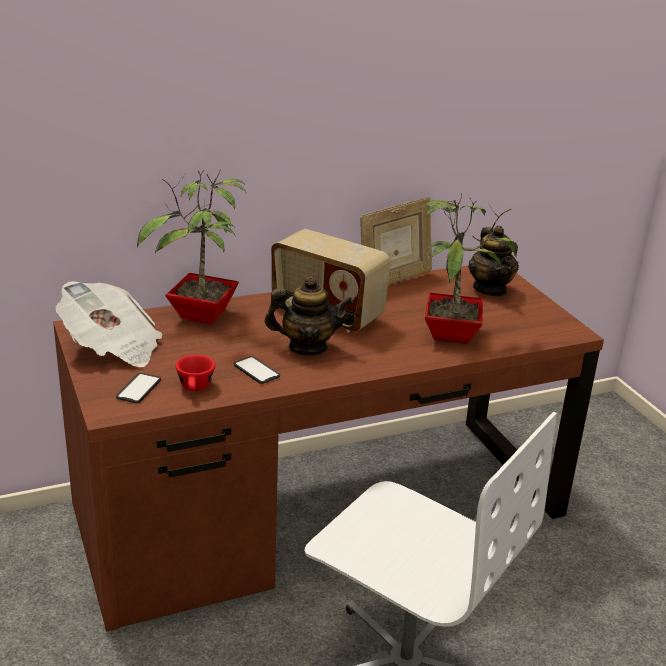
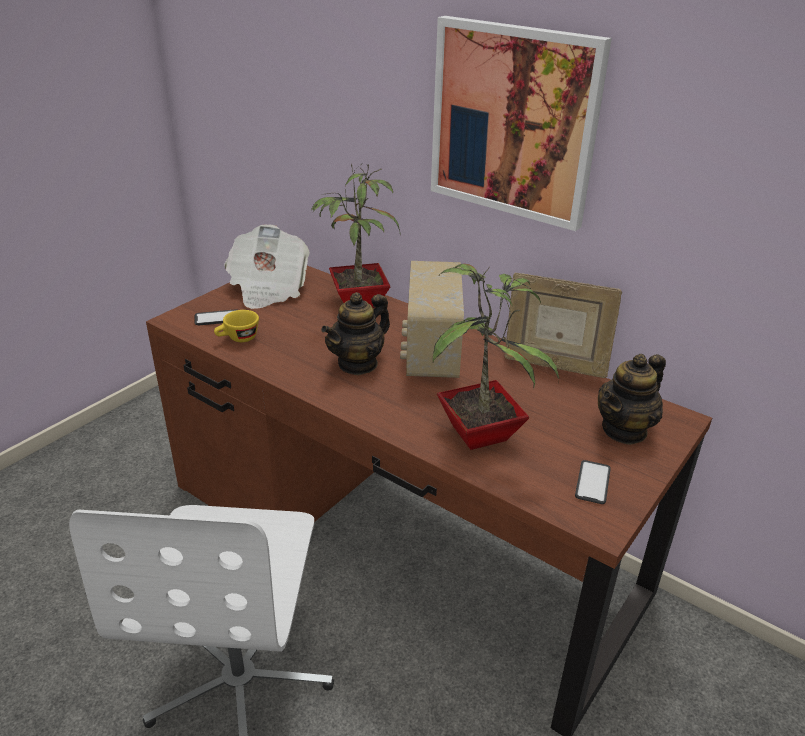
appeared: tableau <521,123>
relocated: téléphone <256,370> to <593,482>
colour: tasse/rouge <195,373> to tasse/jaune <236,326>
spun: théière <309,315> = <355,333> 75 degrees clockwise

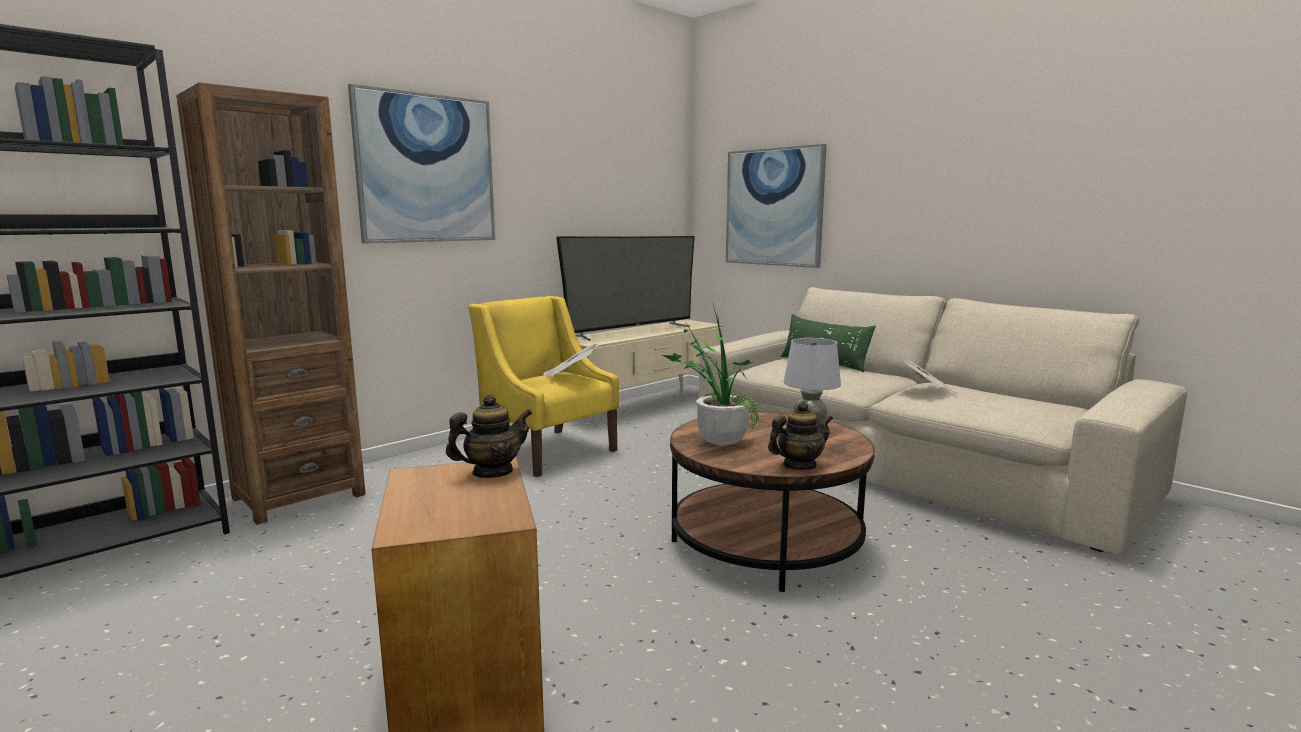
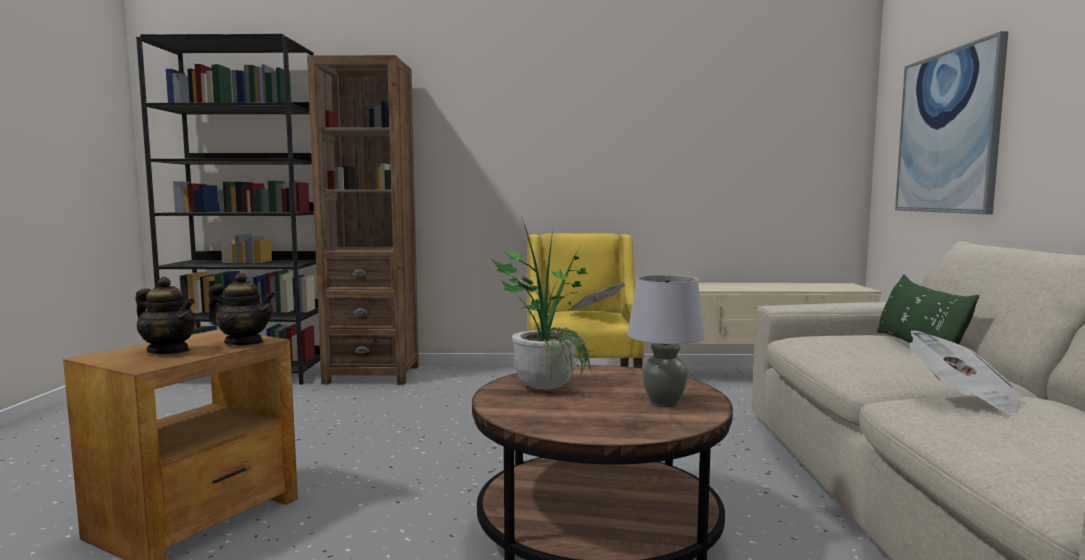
missing: tableau <421,164>; téléviseur <625,288>
relocated: théière <800,435> to <165,315>

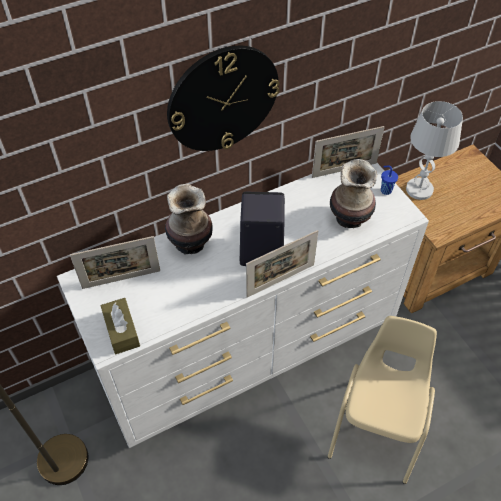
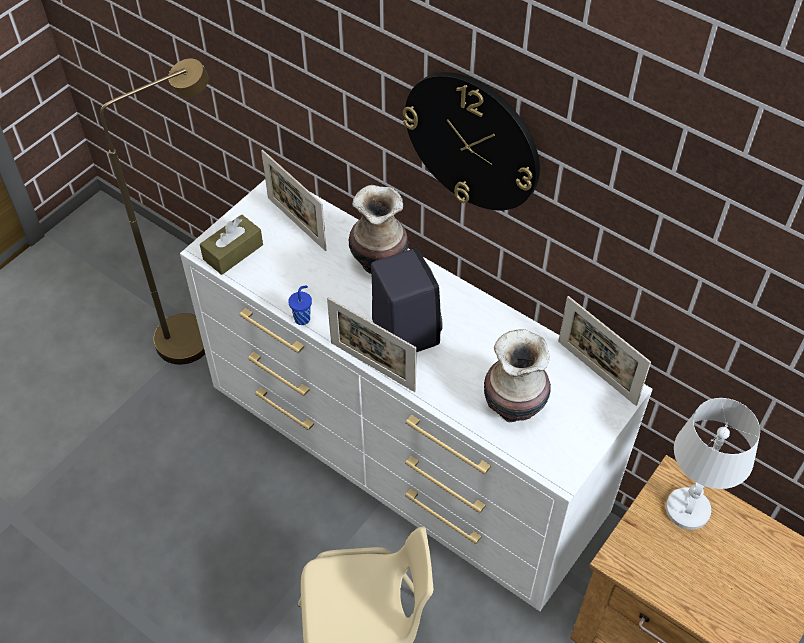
relocated: tasse/bleu <389,180> to <300,305>

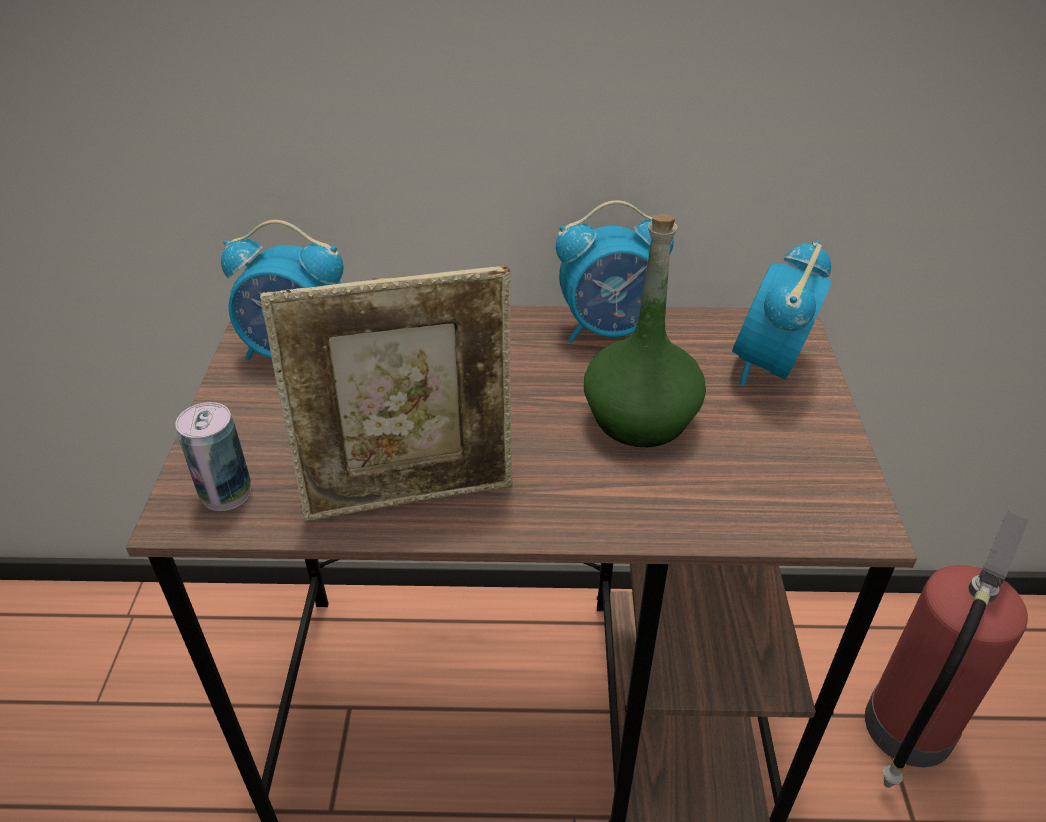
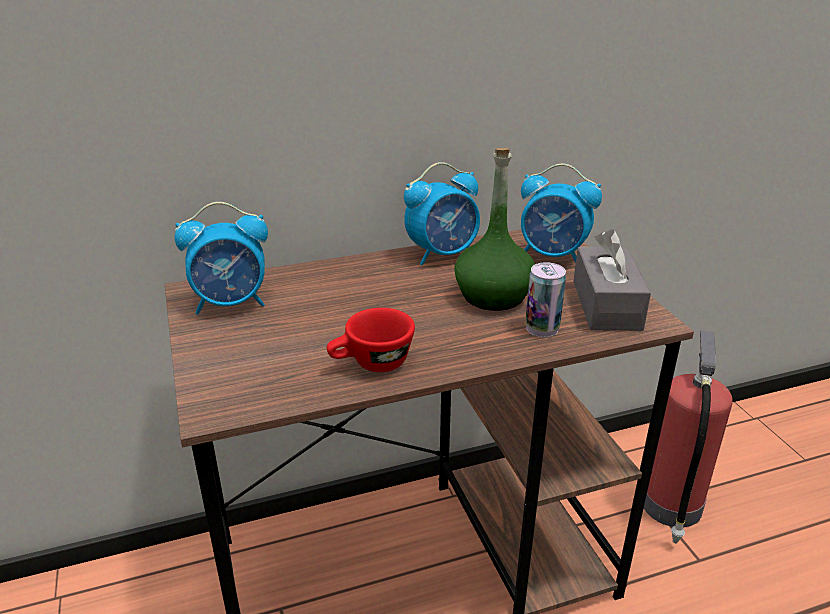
appeared: boîte à mouchoirs/gris <612,280>
relocated: boîte métallique <213,456> to <545,299>
exchanged: cadre photo <386,393> to tasse/rouge <371,340>
spun: réveil <781,313> = <561,213> 75 degrees counterclockwise

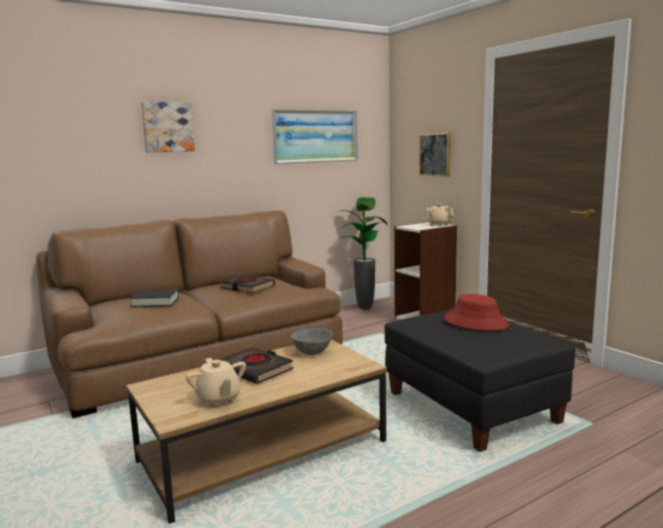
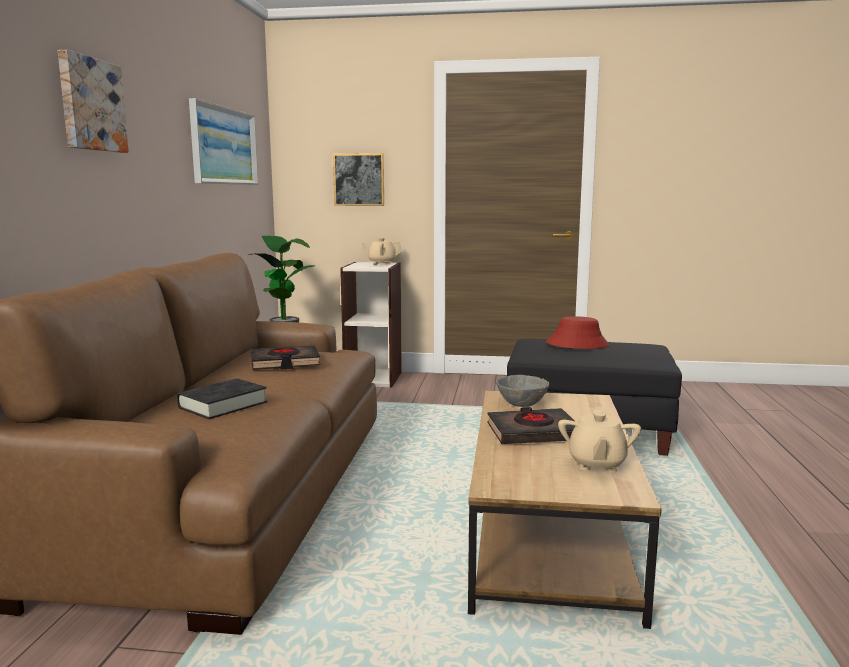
spun: théière/beige <216,383> = <599,441> 90 degrees clockwise

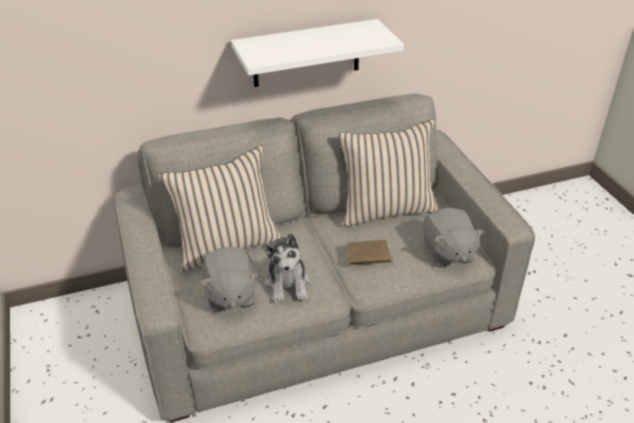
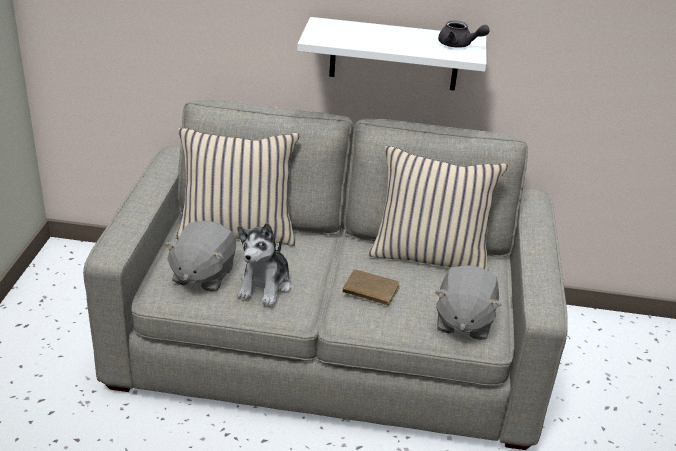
appeared: théière/gris <464,34>

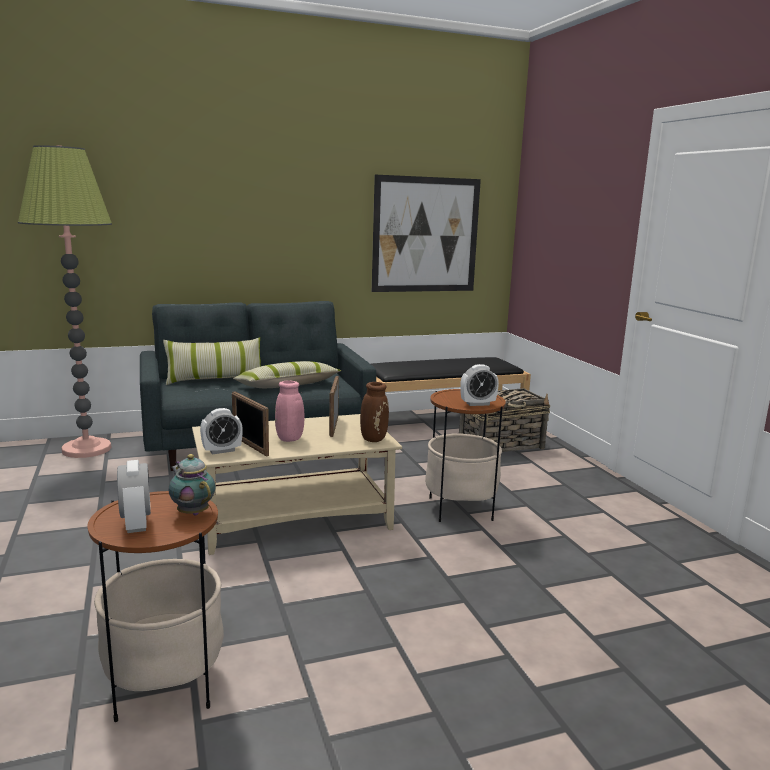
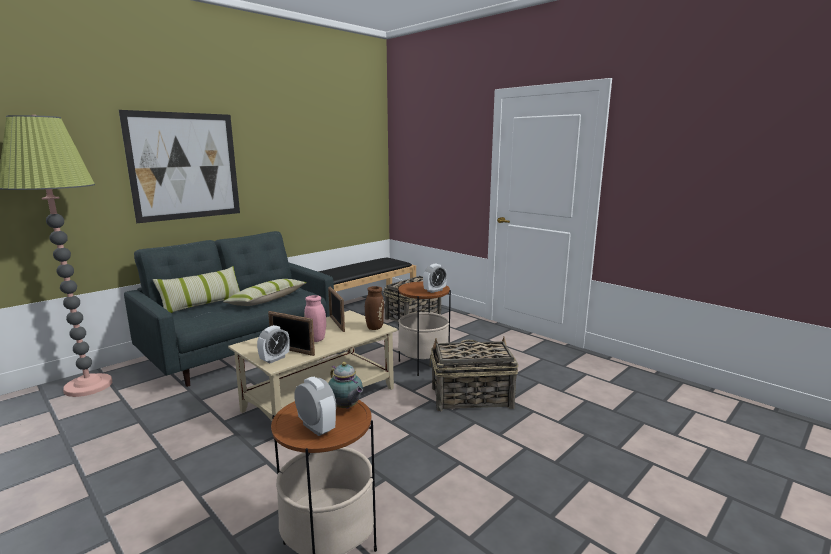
appeared: panier <474,374>
relocated: tableau <426,233> to <179,166>
spun: théière <192,484> = <345,385> 150 degrees counterclockwise

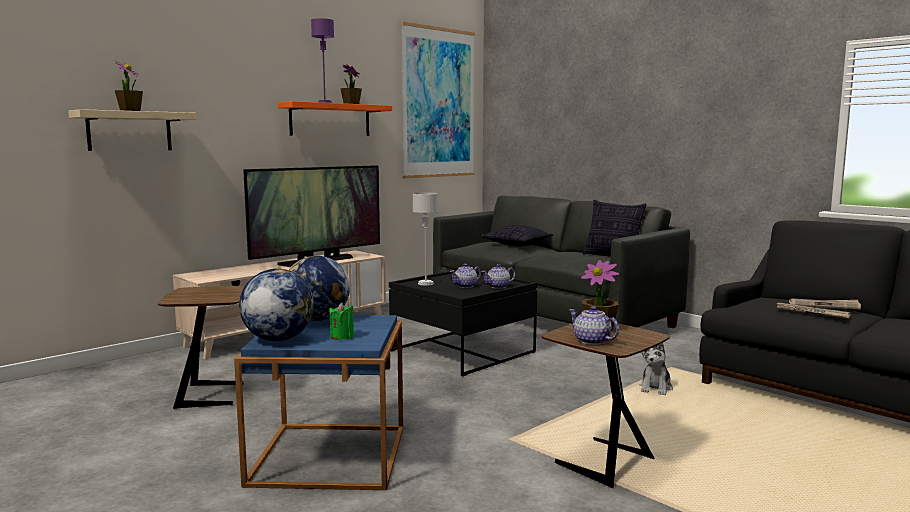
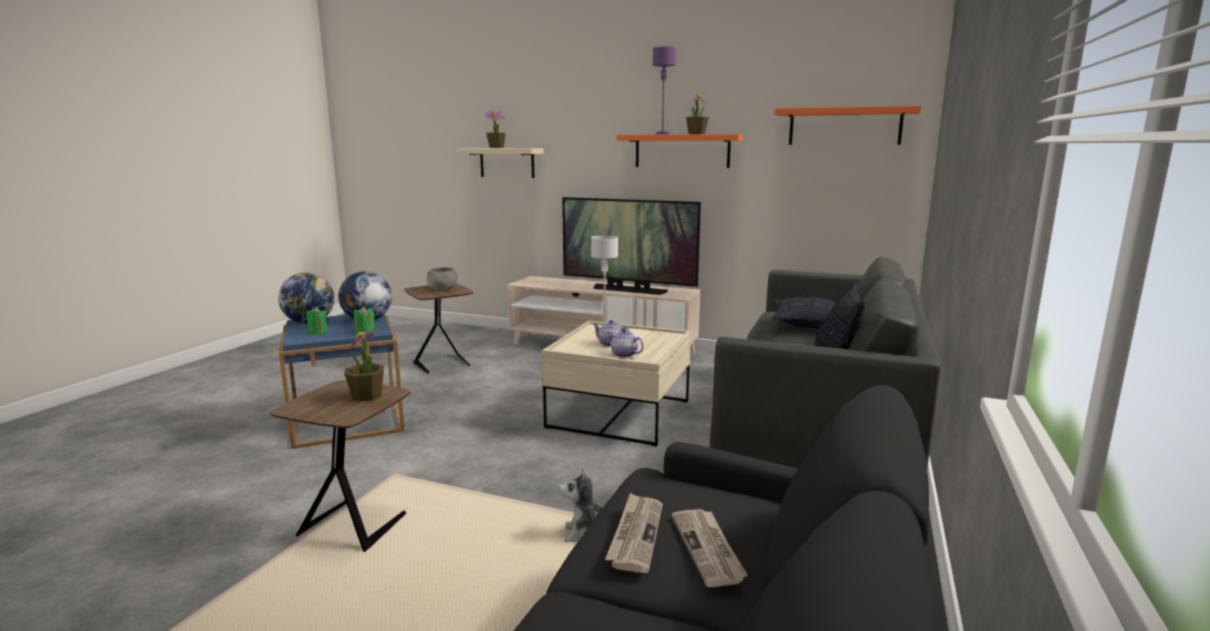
missing: théière <594,325>
appeared: bougie/vert <364,320>; bol/gris <442,279>
exchanged: tableau <438,100> to étagère/orange <848,125>
colour: table basse/noir <463,323> to table basse/beige <616,384>

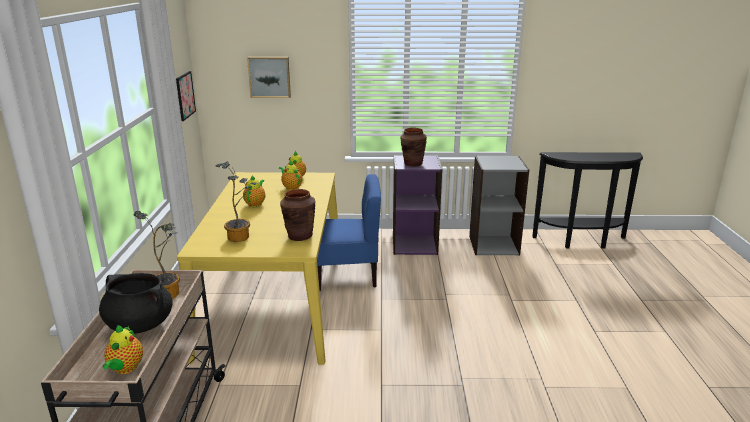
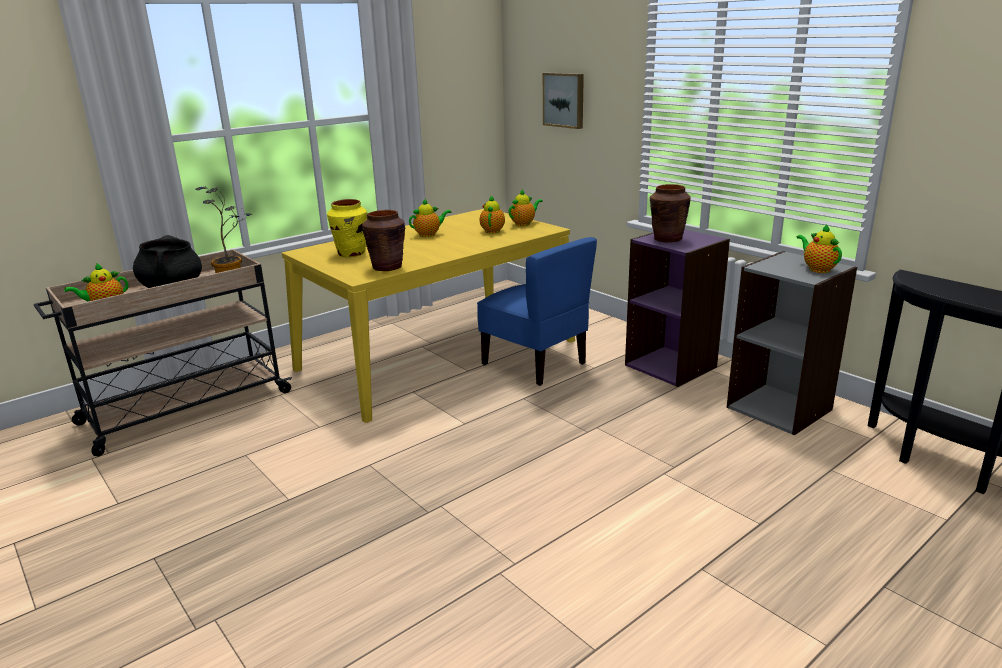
missing: tableau <186,96>
appeared: théière <819,248>
exchanged: plante en pot <238,201> to vase/jaune <347,228>

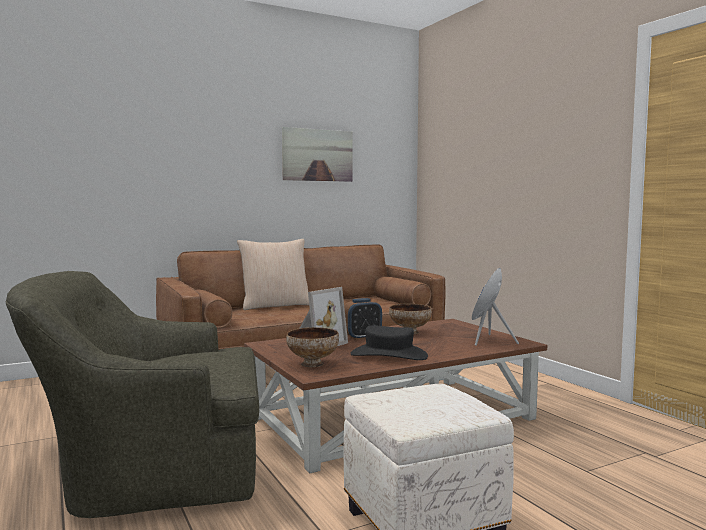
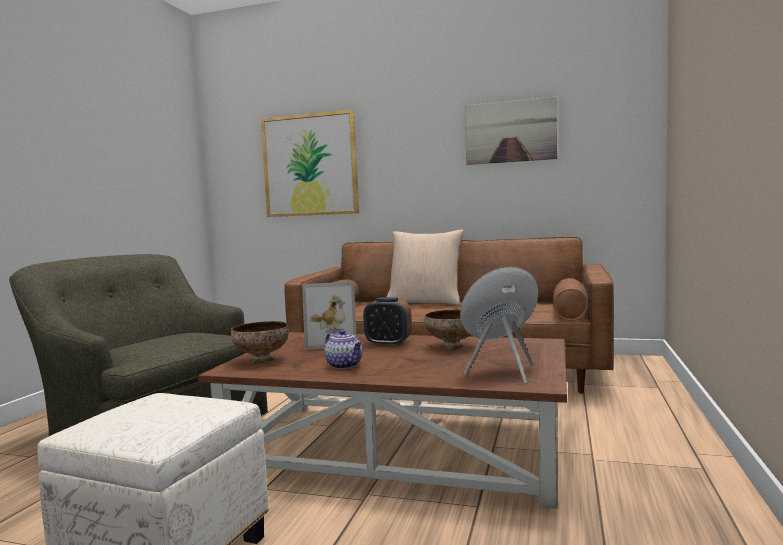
appeared: tableau <310,163>
exchanged: chapeau/noir <389,342> to théière <343,349>

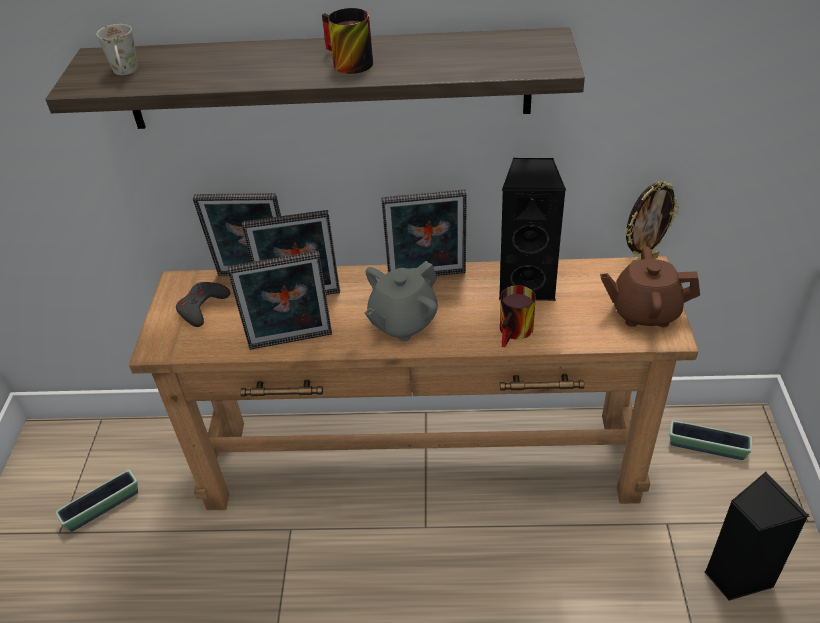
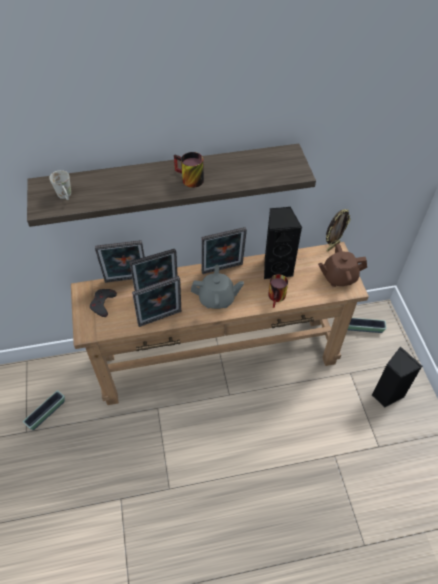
spun: théière/gris <401,301> = <217,287> 120 degrees counterclockwise

